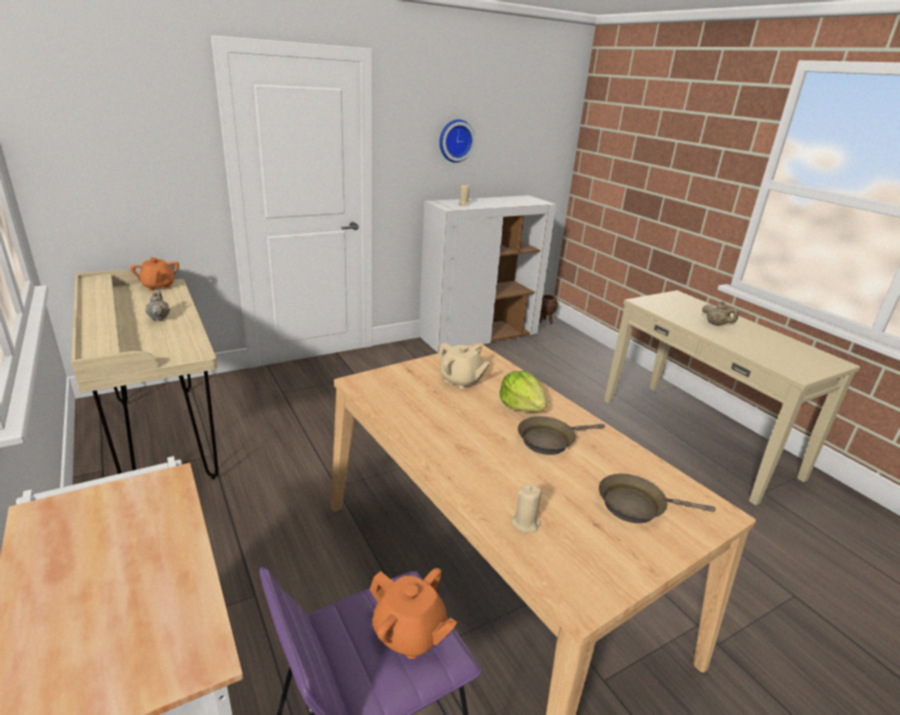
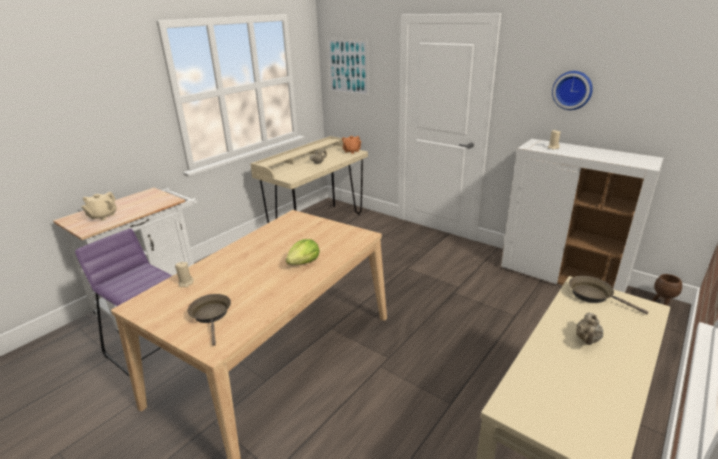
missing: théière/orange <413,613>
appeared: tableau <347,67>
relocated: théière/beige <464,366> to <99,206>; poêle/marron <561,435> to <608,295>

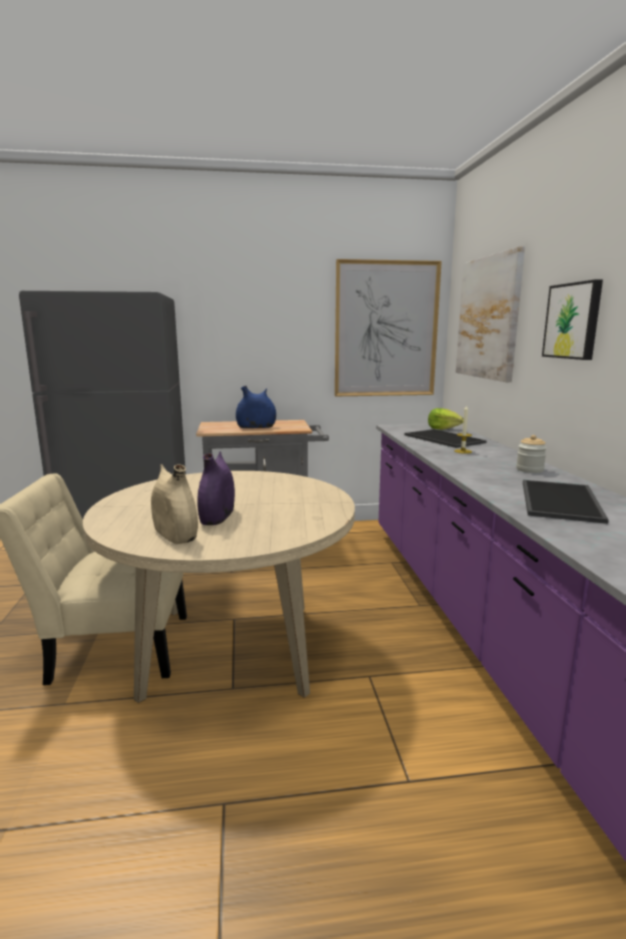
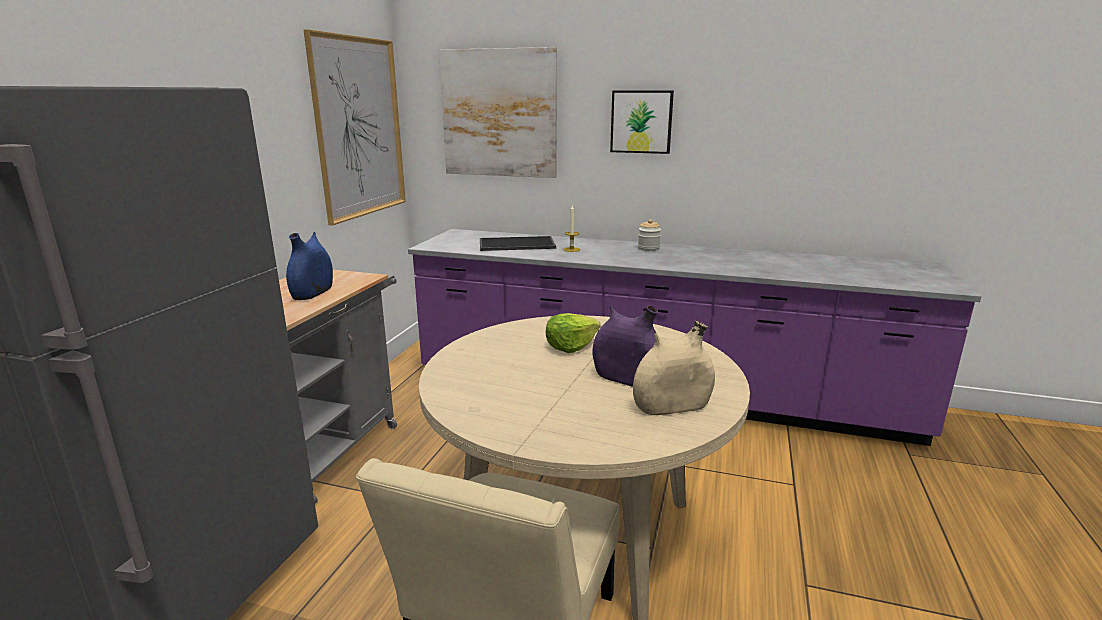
missing: plateau <566,502>
relocated: laitue <446,419> to <573,333>

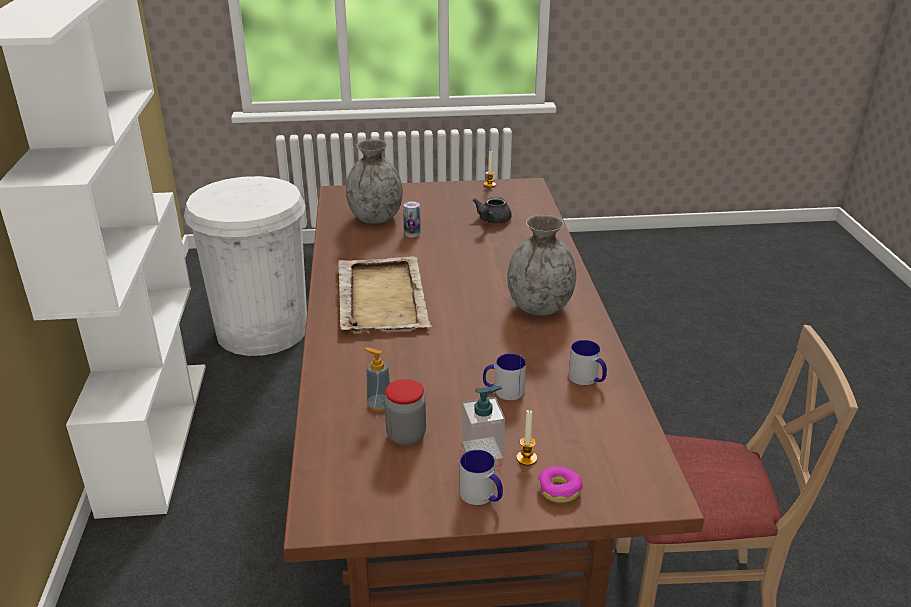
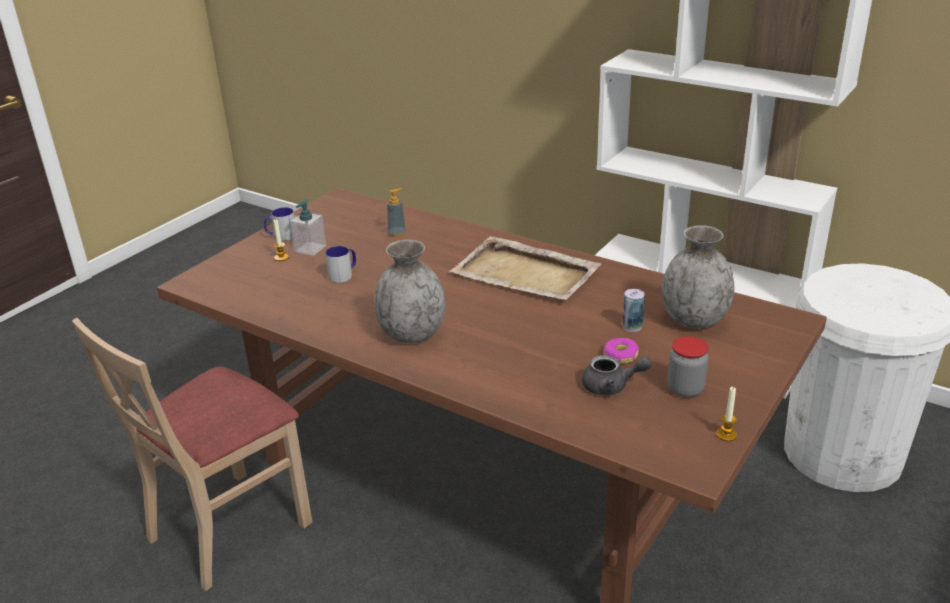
missing: mug <588,362>
relocated: bocal <405,412> to <688,367>; beignet <560,485> to <621,351>
spun: théière/gris <492,210> = <617,375> 120 degrees clockwise

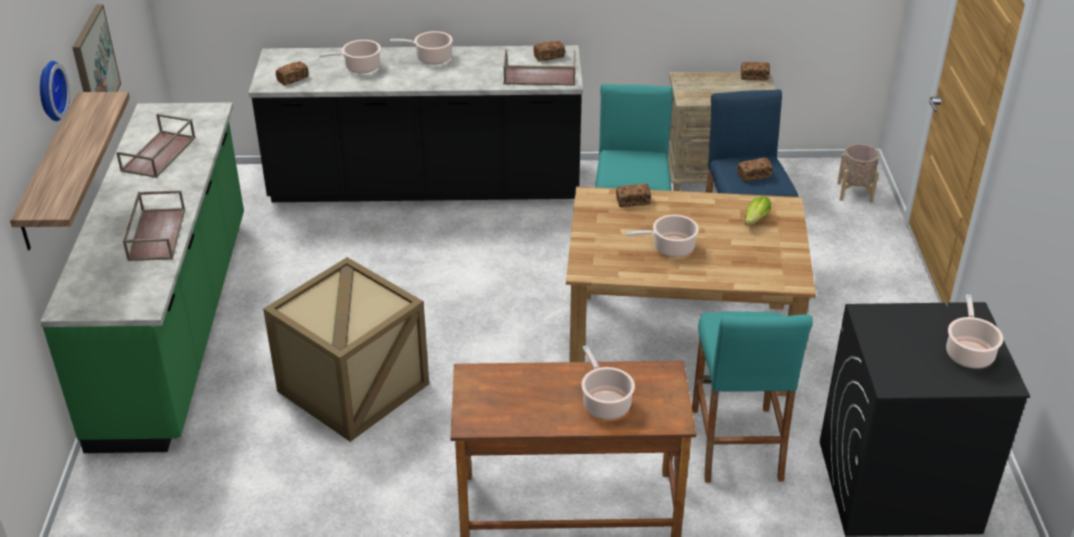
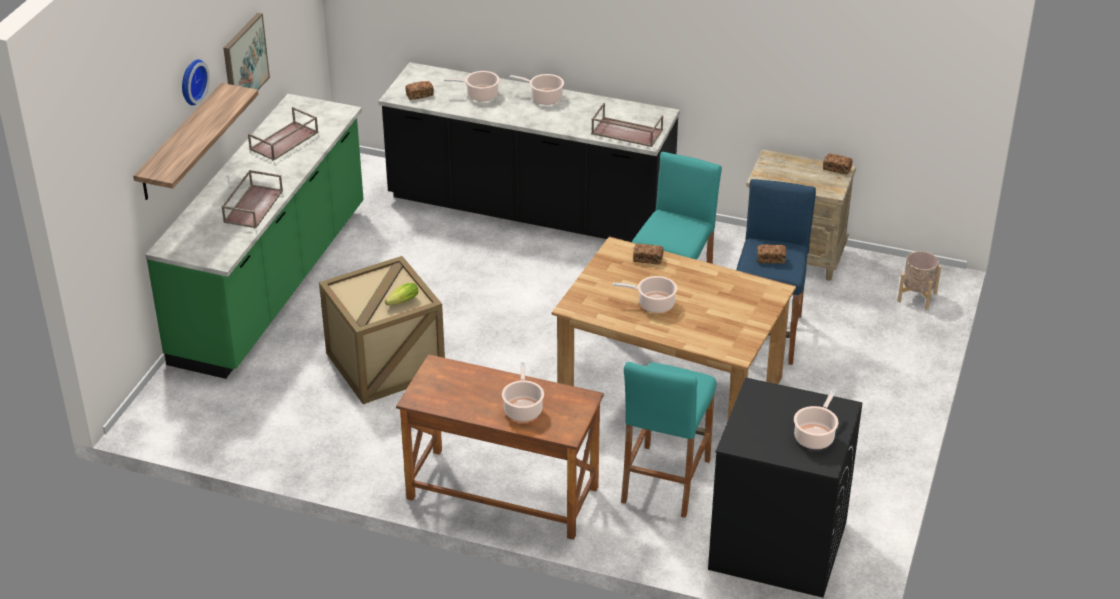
missing: pain <549,51>
relocated: laitue <758,211> to <401,294>

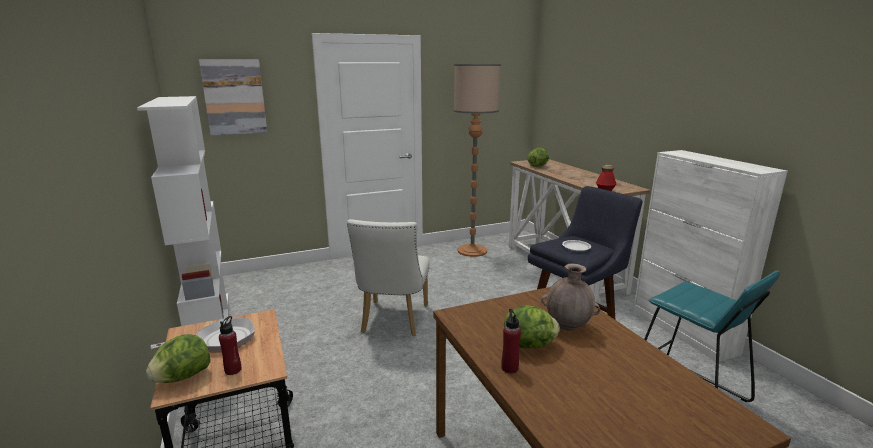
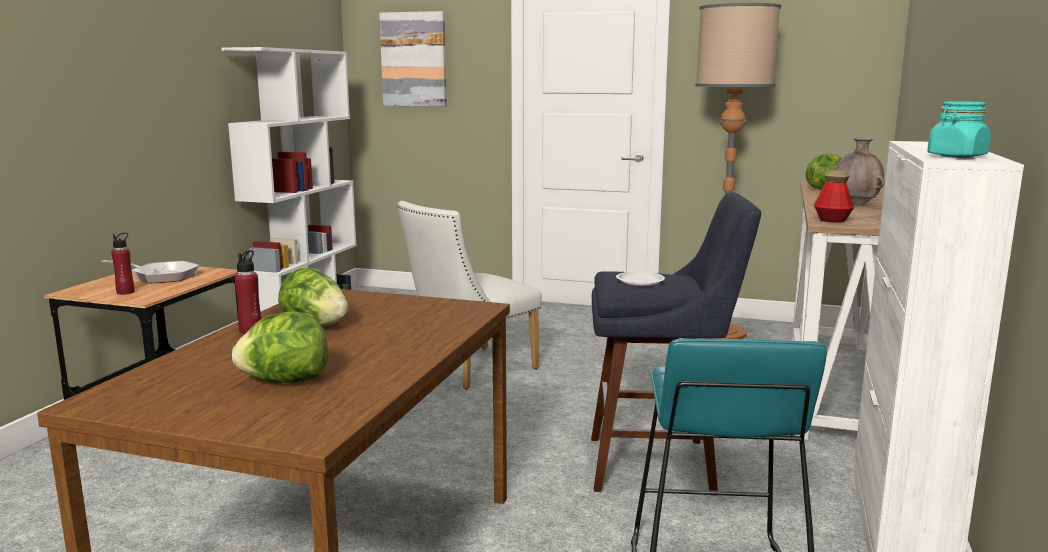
appeared: bocal/turquoise <959,129>
relocated: laitue <178,358> to <280,347>; vase/marron <570,297> to <860,172>

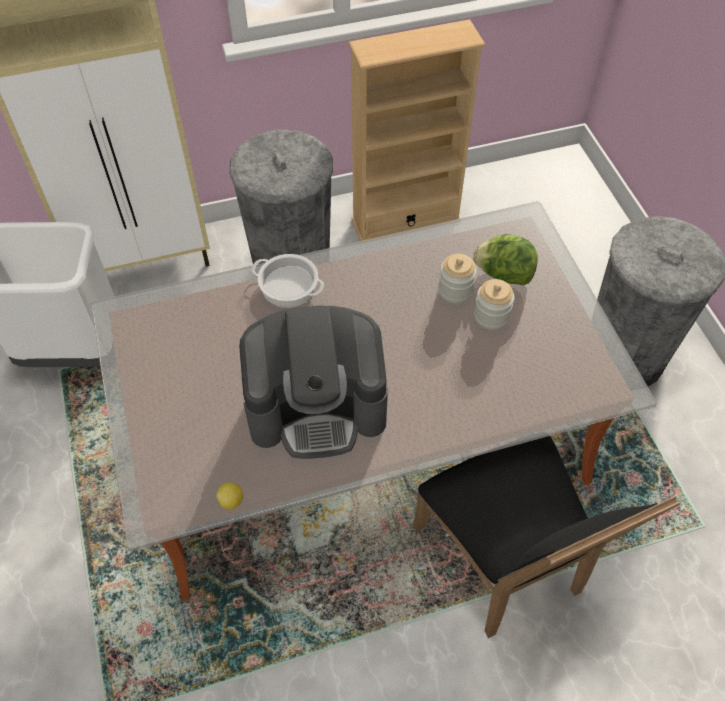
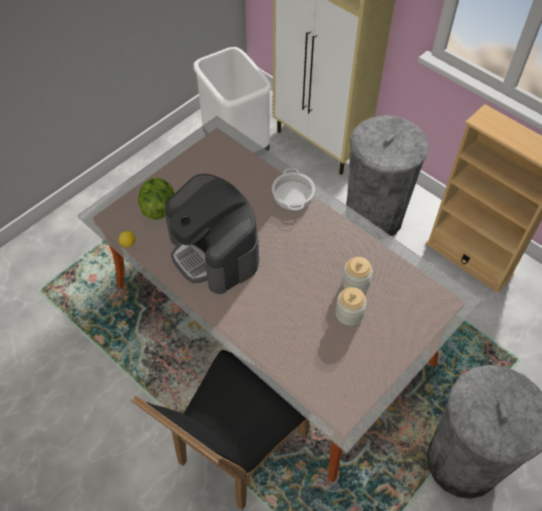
relocated: laitue <505,260> to <156,198>

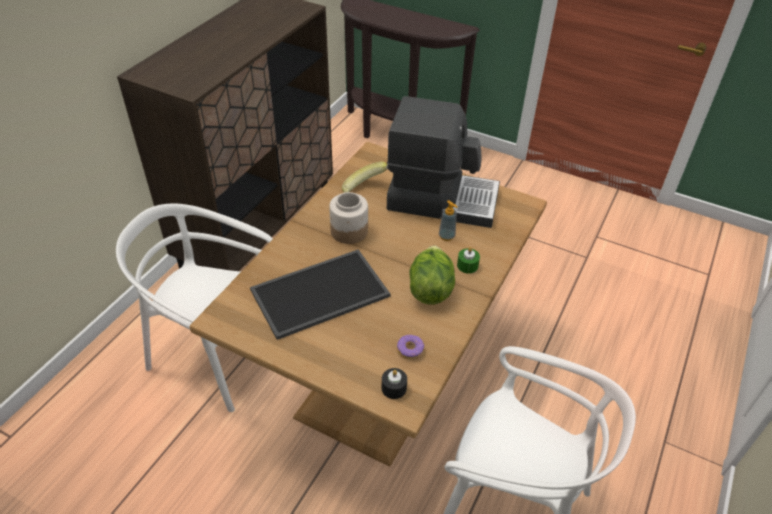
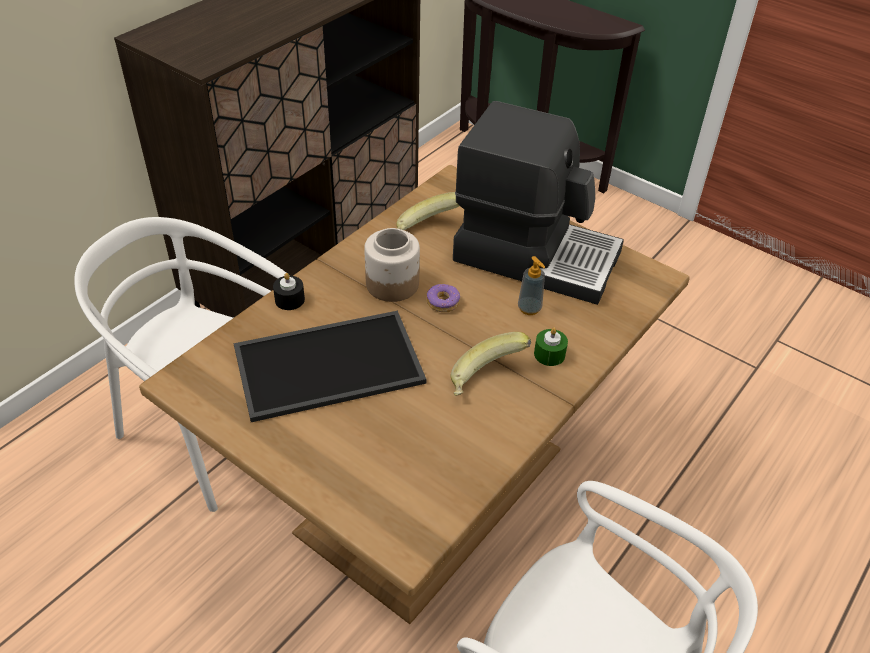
relocated: bougie/noir <394,383> to <289,291>; beignet <410,347> to <443,298>
exchanged: laitue <432,275> to banane <491,364>

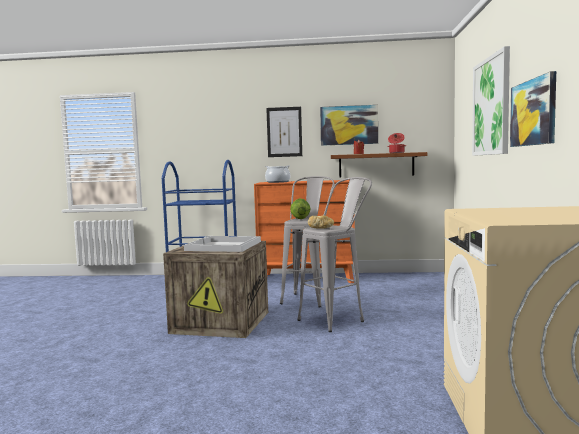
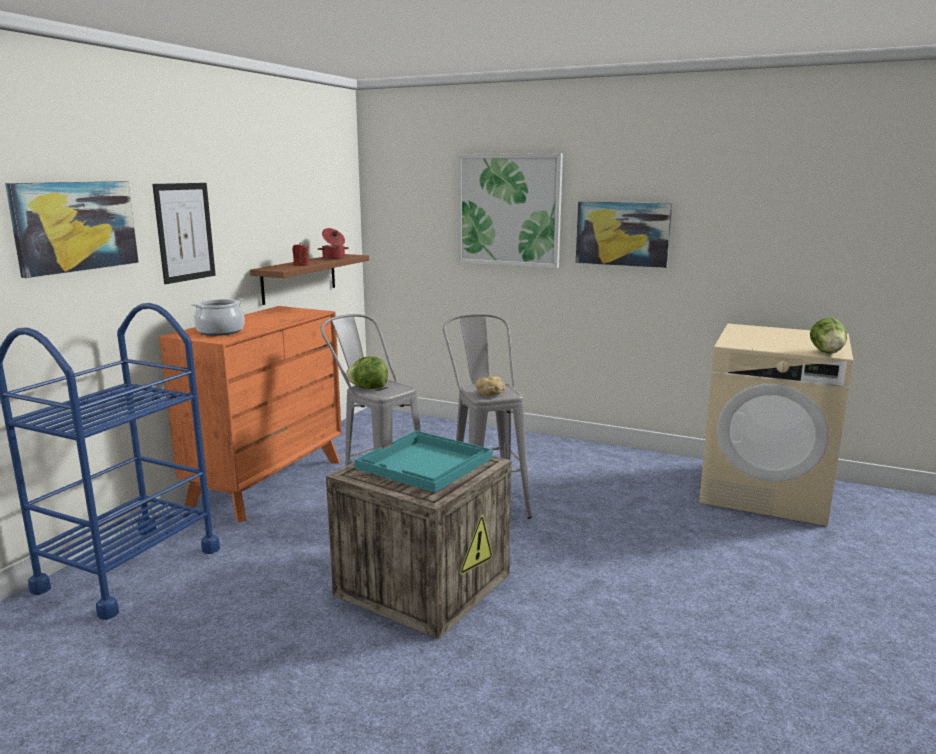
appeared: laitue <828,335>
relocated: tableau <349,125> to <72,229>
colour: plateau/blanc <222,244> to plateau/turquoise <424,462>

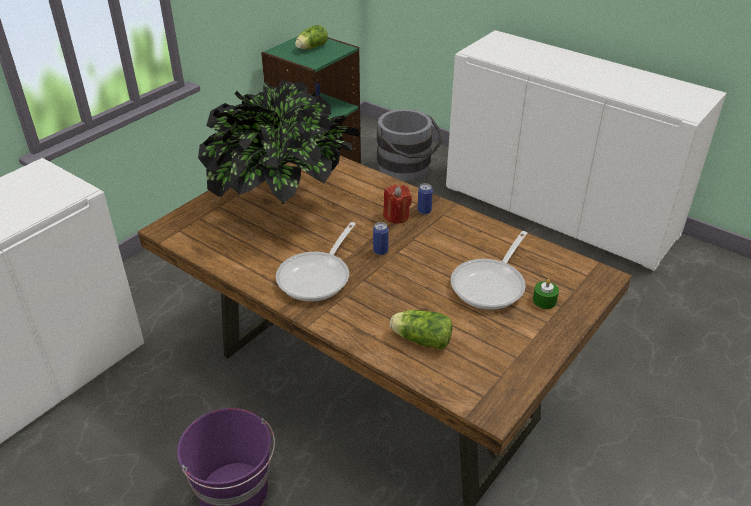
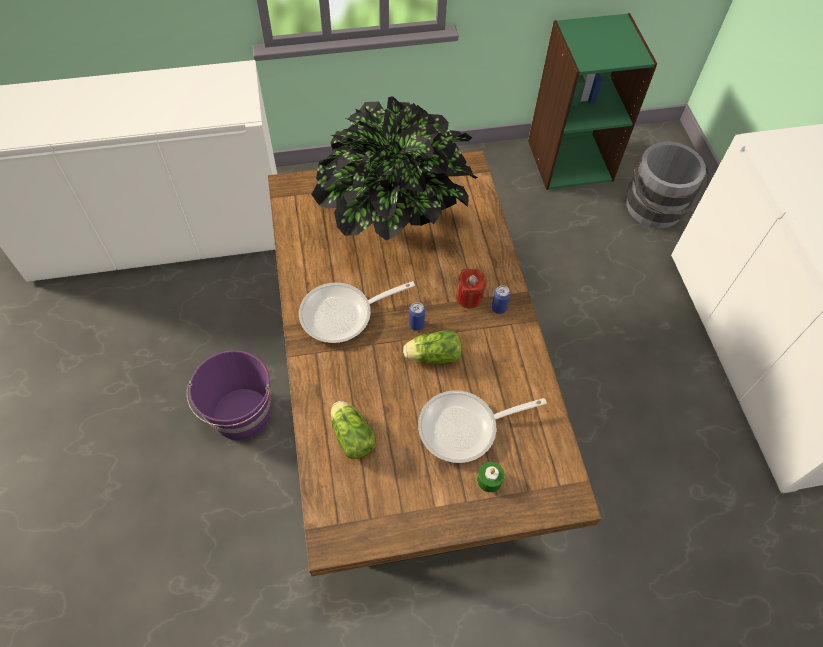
relocated: laitue <311,37> to <432,347>

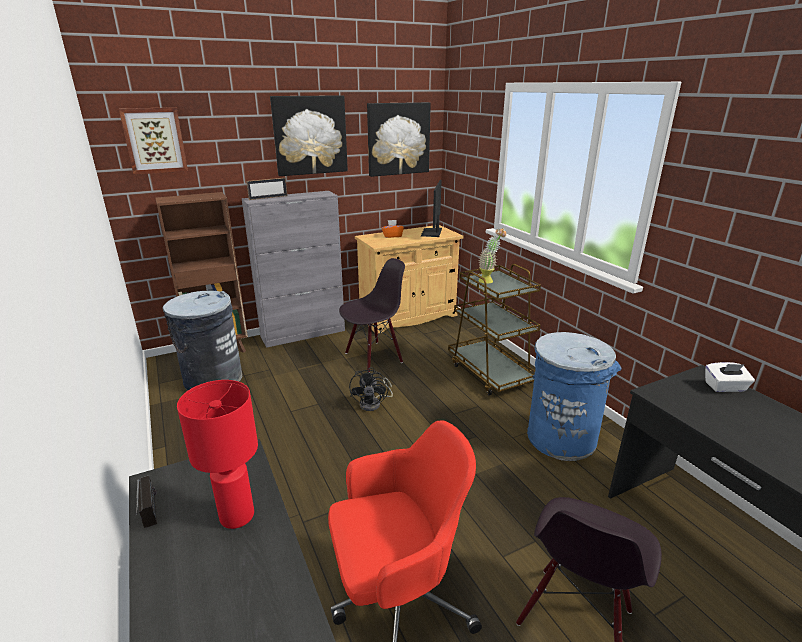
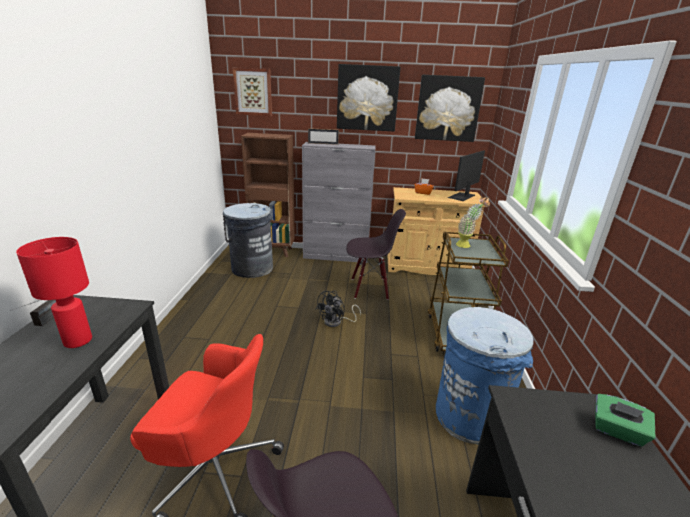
colour: boîte à mouchoirs/blanc <730,377> to boîte à mouchoirs/vert <625,420>

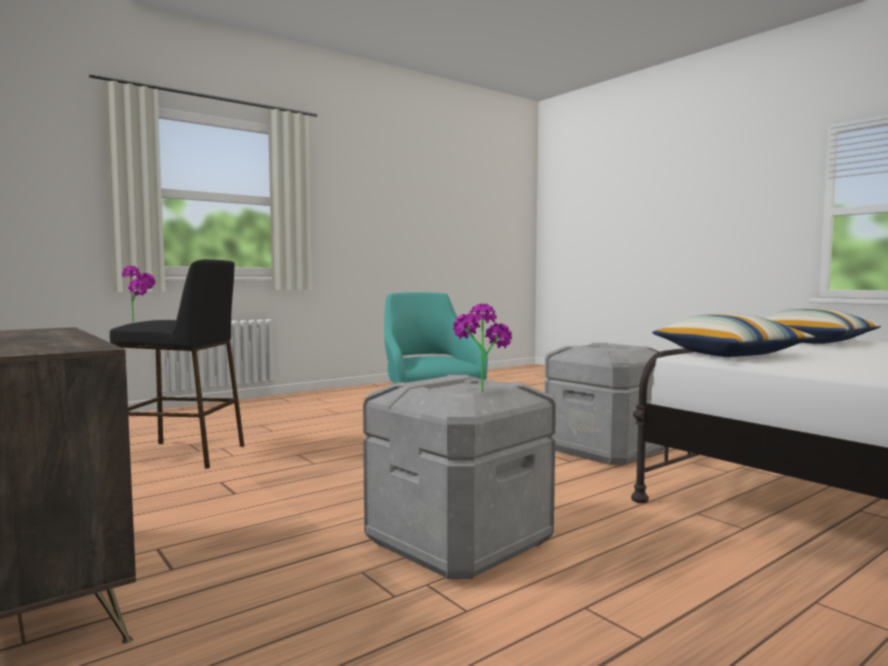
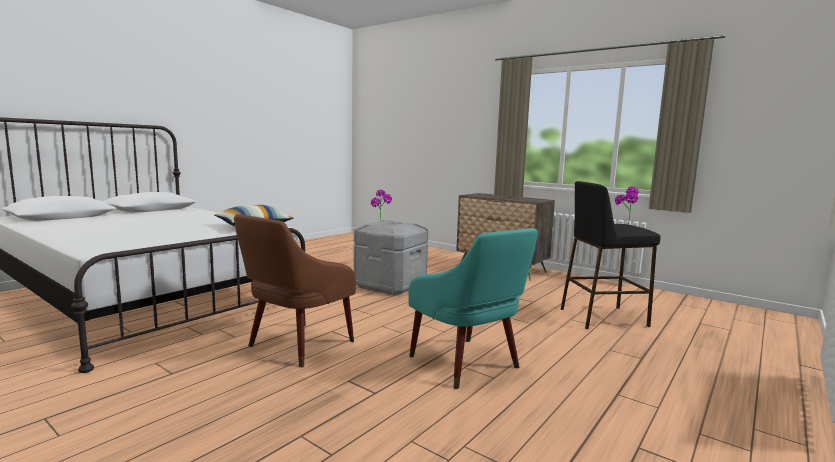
missing: coussin <823,326>
exchanged: boîte de rangement/gris <604,404> to fauteuil/marron <295,290>

